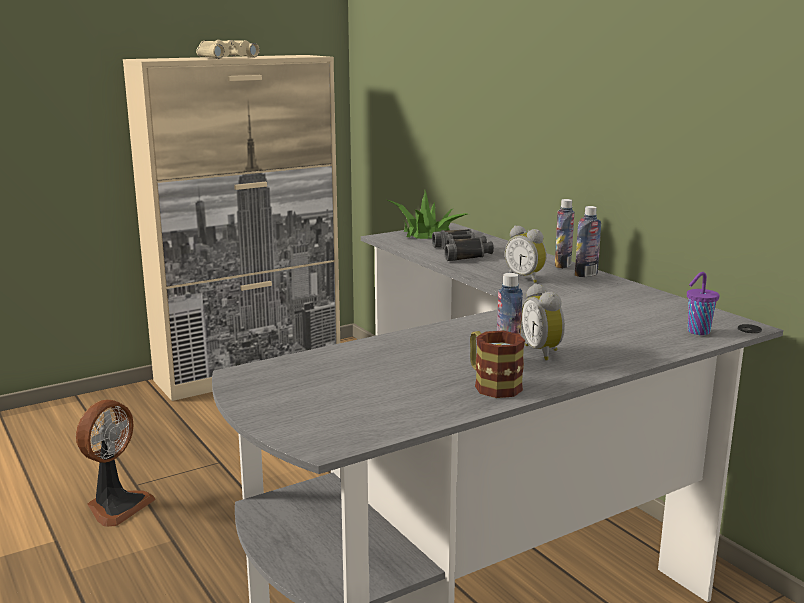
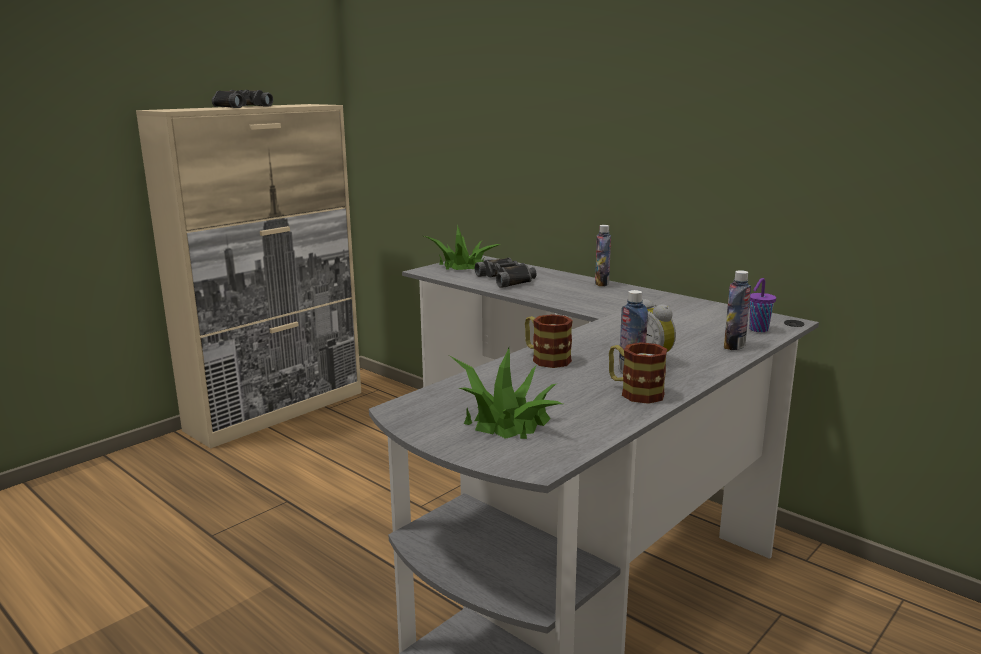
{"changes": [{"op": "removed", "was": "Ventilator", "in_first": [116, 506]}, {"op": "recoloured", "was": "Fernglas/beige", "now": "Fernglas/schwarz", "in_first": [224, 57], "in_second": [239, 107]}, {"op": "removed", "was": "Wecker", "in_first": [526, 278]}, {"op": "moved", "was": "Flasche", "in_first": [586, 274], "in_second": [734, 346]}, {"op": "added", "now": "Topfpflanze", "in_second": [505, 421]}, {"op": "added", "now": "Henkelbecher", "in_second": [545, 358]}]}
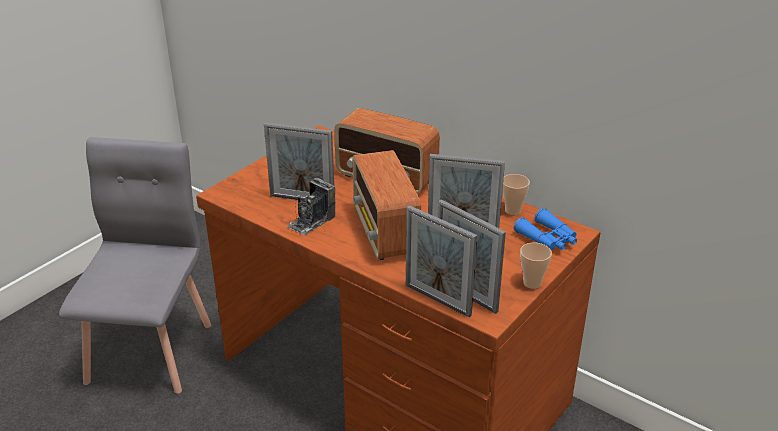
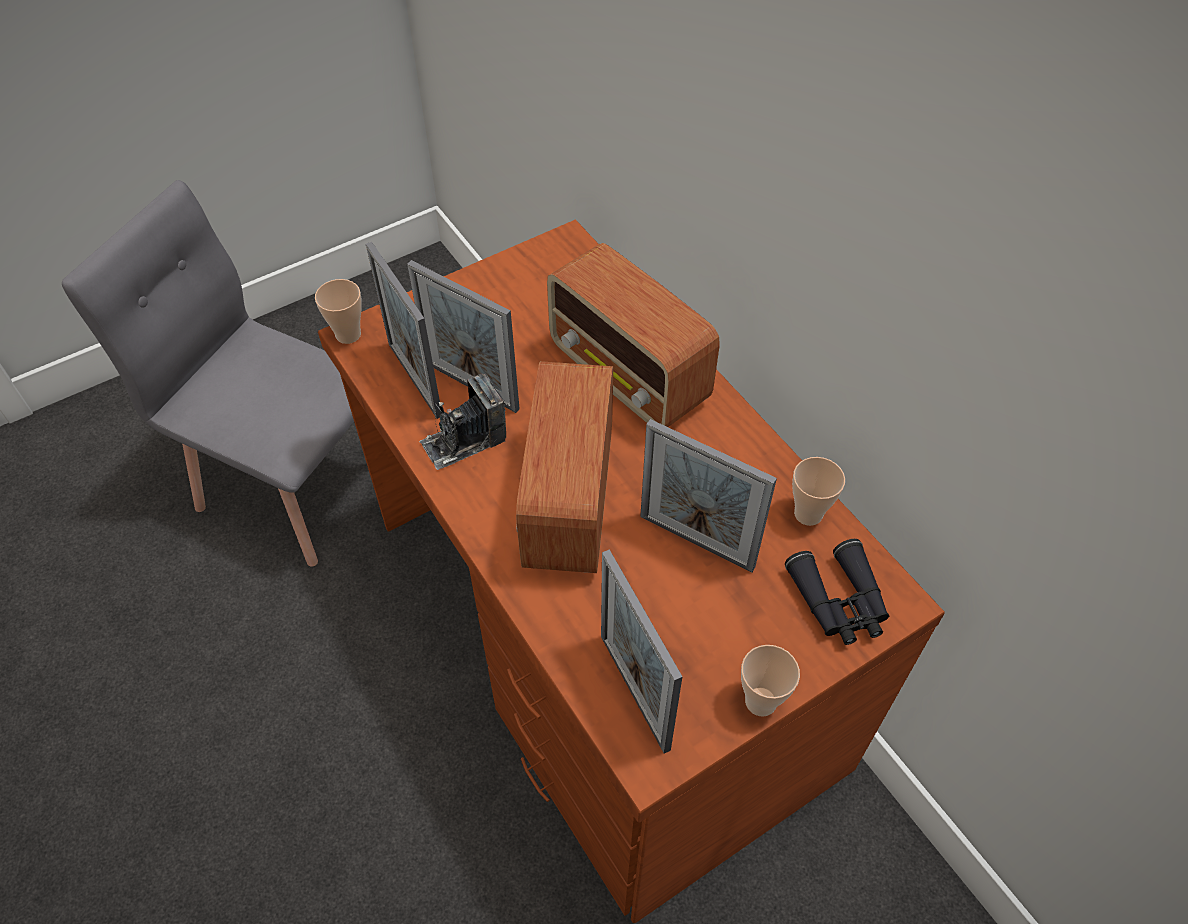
{"changes": [{"op": "turned", "was": "Stuhl/grau", "in_first": [151, 352], "in_second": [295, 483], "clockwise": -90}, {"op": "moved", "was": "Bilderrahmen", "in_first": [437, 300], "in_second": [414, 379]}, {"op": "recoloured", "was": "Fernglas/blau", "now": "Fernglas/schwarz", "in_first": [548, 239], "in_second": [839, 602]}, {"op": "added", "now": "Tasse", "in_second": [348, 334]}]}
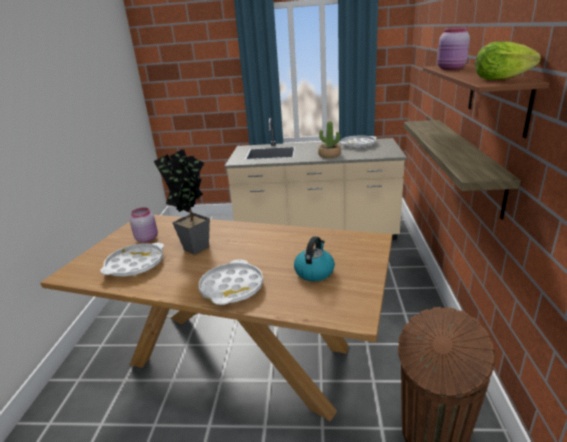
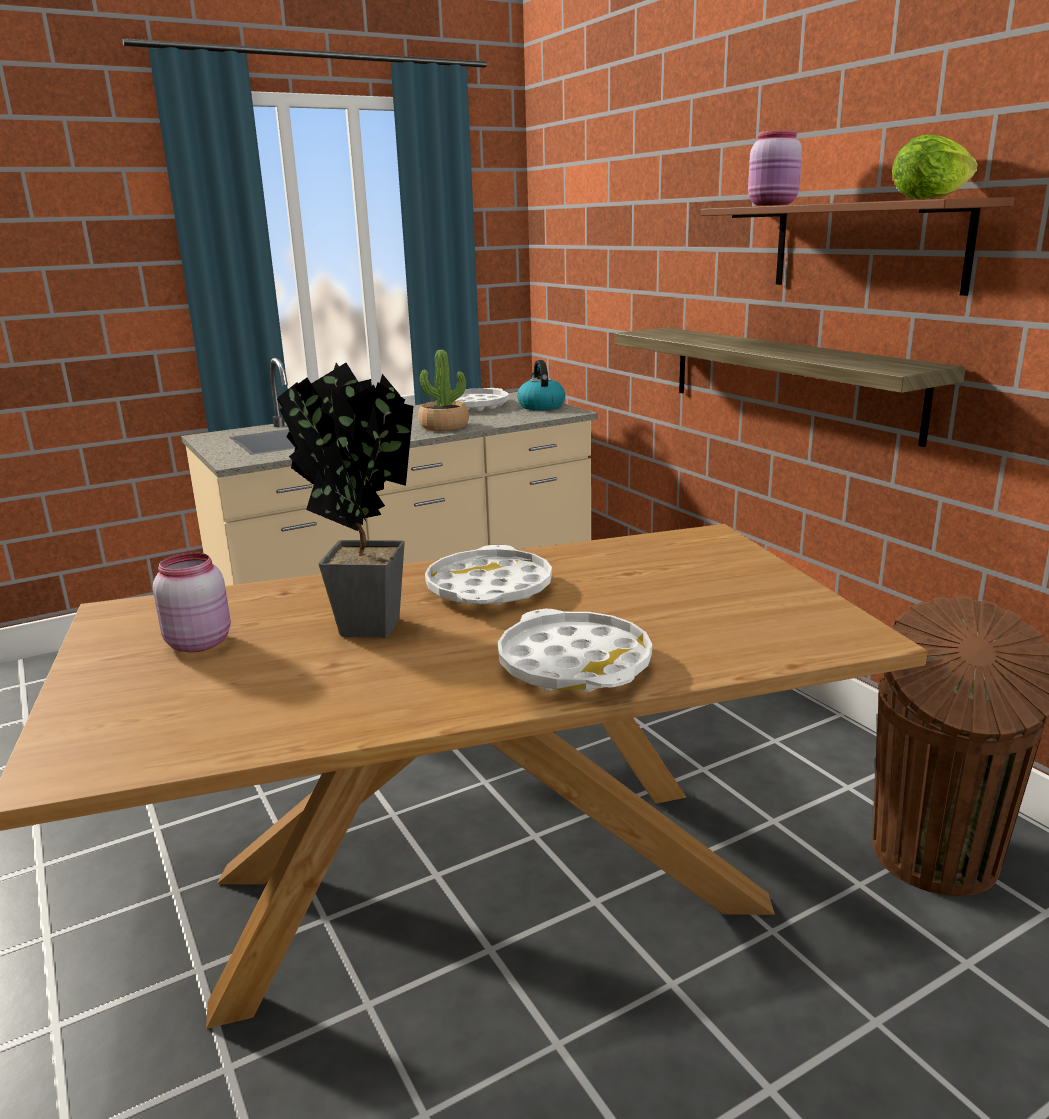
{"changes": [{"op": "moved", "was": "Tablett/weiß", "in_first": [135, 264], "in_second": [489, 588]}, {"op": "moved", "was": "Wasserkessel", "in_first": [314, 272], "in_second": [540, 406]}]}
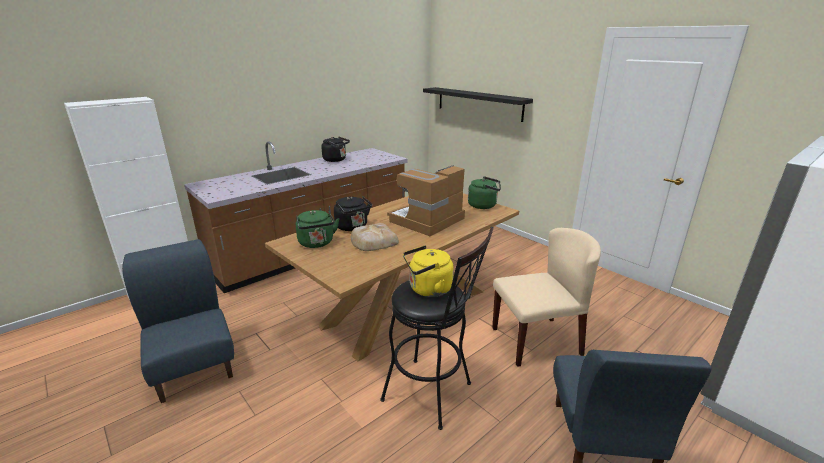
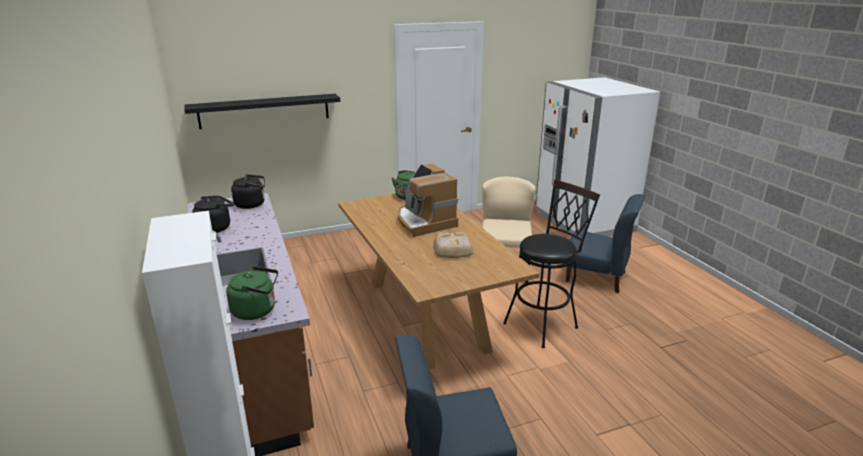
{"changes": [{"op": "moved", "was": "Wasserkessel/grün", "in_first": [317, 243], "in_second": [257, 310]}, {"op": "moved", "was": "Wasserkessel/schwarz", "in_first": [353, 227], "in_second": [252, 204]}, {"op": "removed", "was": "Wasserkessel/gelb", "in_first": [428, 289]}]}
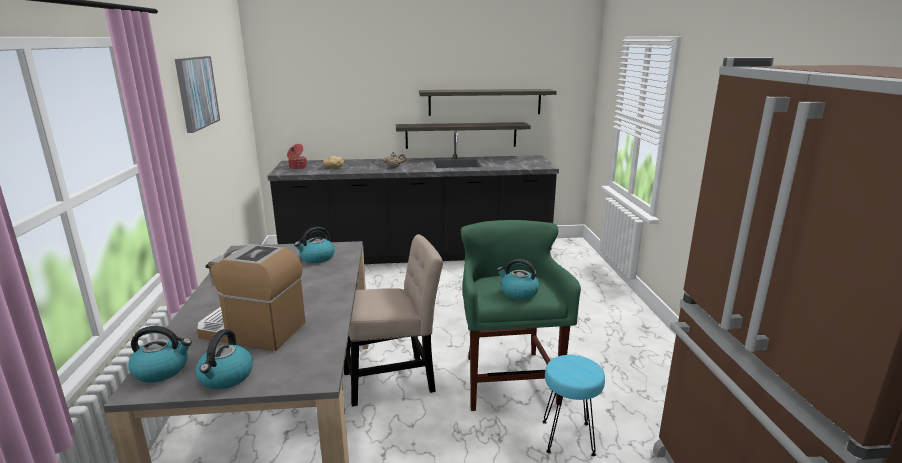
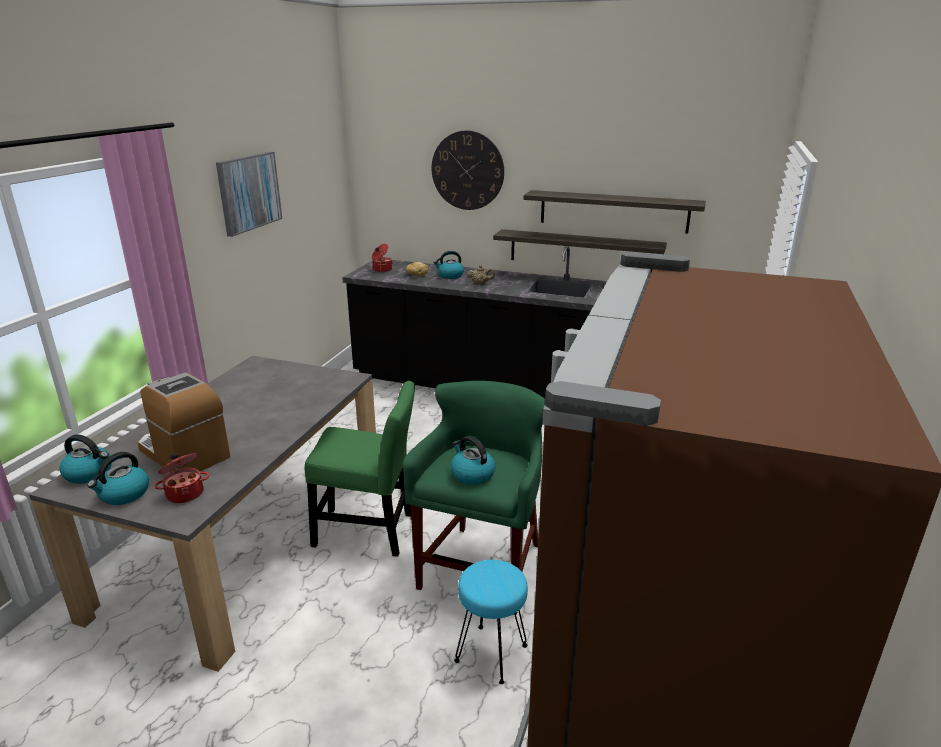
{"changes": [{"op": "moved", "was": "Wasserkessel", "in_first": [317, 258], "in_second": [450, 276]}, {"op": "recoloured", "was": "Stuhl/beige", "now": "Stuhl/grün", "in_first": [394, 380], "in_second": [369, 531]}, {"op": "added", "now": "Kochtopf", "in_second": [185, 493]}, {"op": "added", "now": "Wanduhr", "in_second": [467, 170]}]}
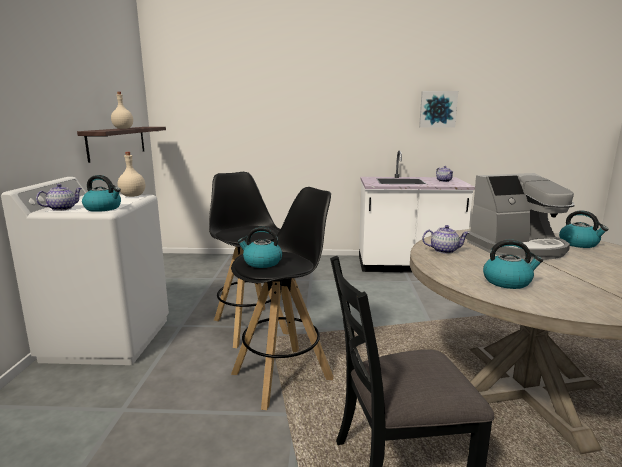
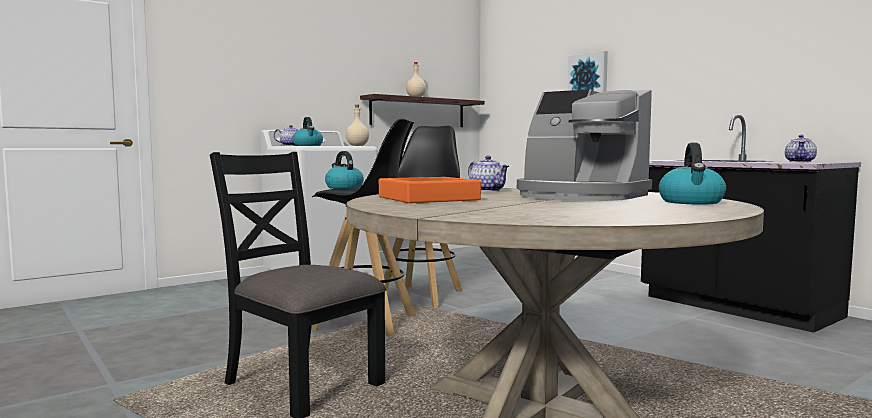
{"changes": [{"op": "recoloured", "was": "Küchenzeile/weiß", "now": "Küchenzeile/schwarz", "in_first": [408, 266], "in_second": [736, 307]}, {"op": "moved", "was": "Bild", "in_first": [437, 109], "in_second": [588, 76]}, {"op": "replaced", "was": "Wasserkessel", "now": "Tablett/orange", "in_first": [507, 282], "in_second": [428, 198]}]}
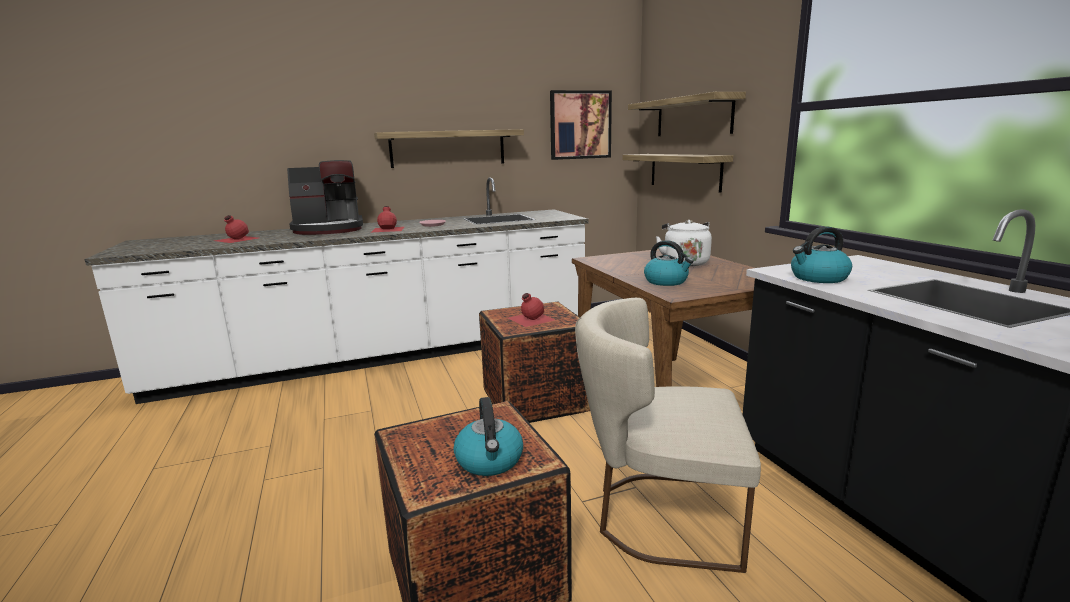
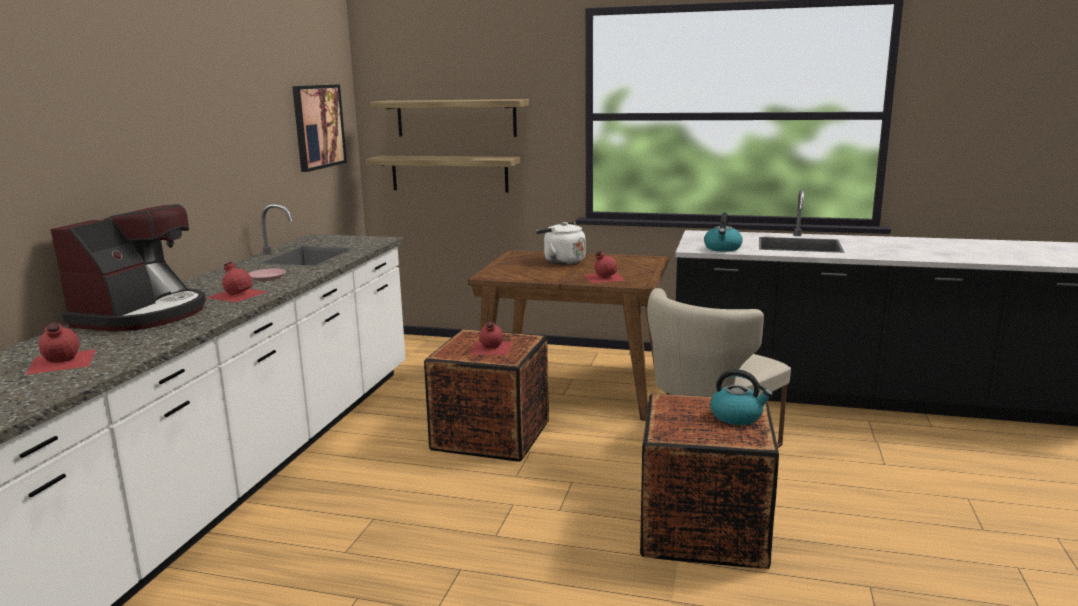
{"changes": [{"op": "removed", "was": "Wandregal", "in_first": [448, 148]}, {"op": "replaced", "was": "Wasserkessel", "now": "Flasche/rot", "in_first": [666, 281], "in_second": [603, 277]}]}
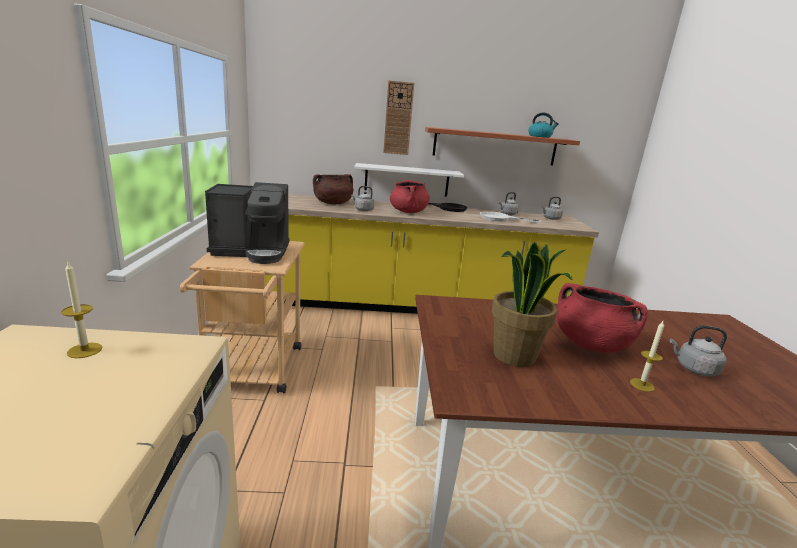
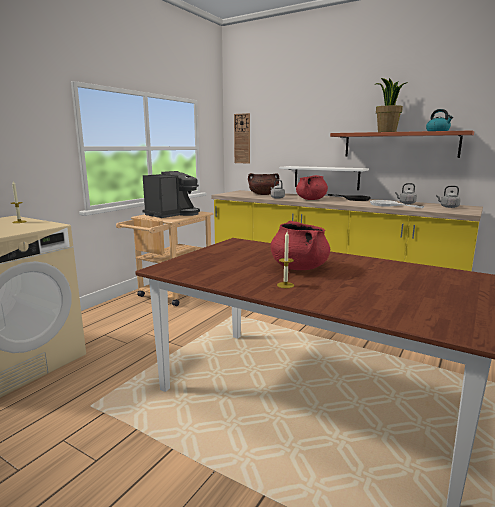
{"changes": [{"op": "turned", "was": "Kaffeemaschine", "in_first": [252, 252], "in_second": [173, 214], "clockwise": -75}, {"op": "moved", "was": "Wanduhr", "in_first": [398, 118], "in_second": [242, 138]}, {"op": "moved", "was": "Topfpflanze", "in_first": [515, 356], "in_second": [387, 132]}, {"op": "removed", "was": "Wasserkessel/grau", "in_first": [694, 369]}]}
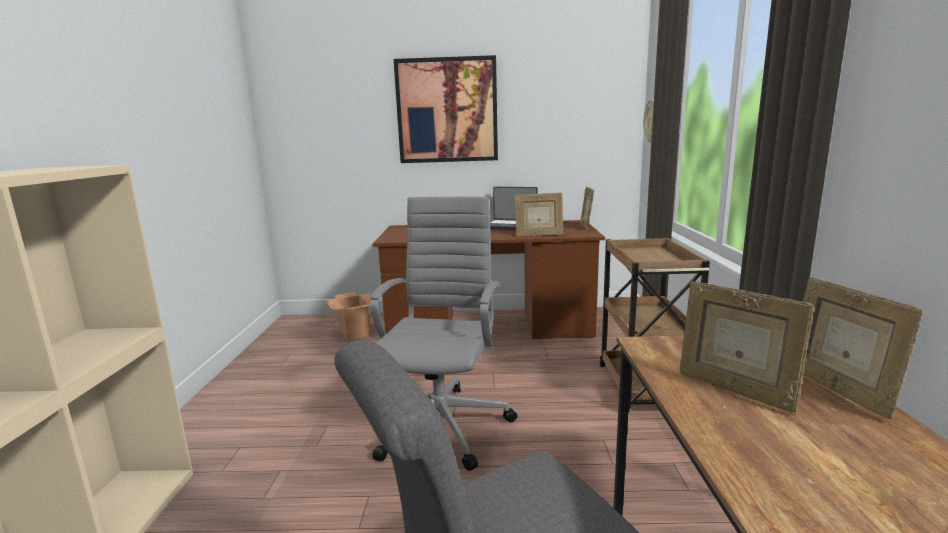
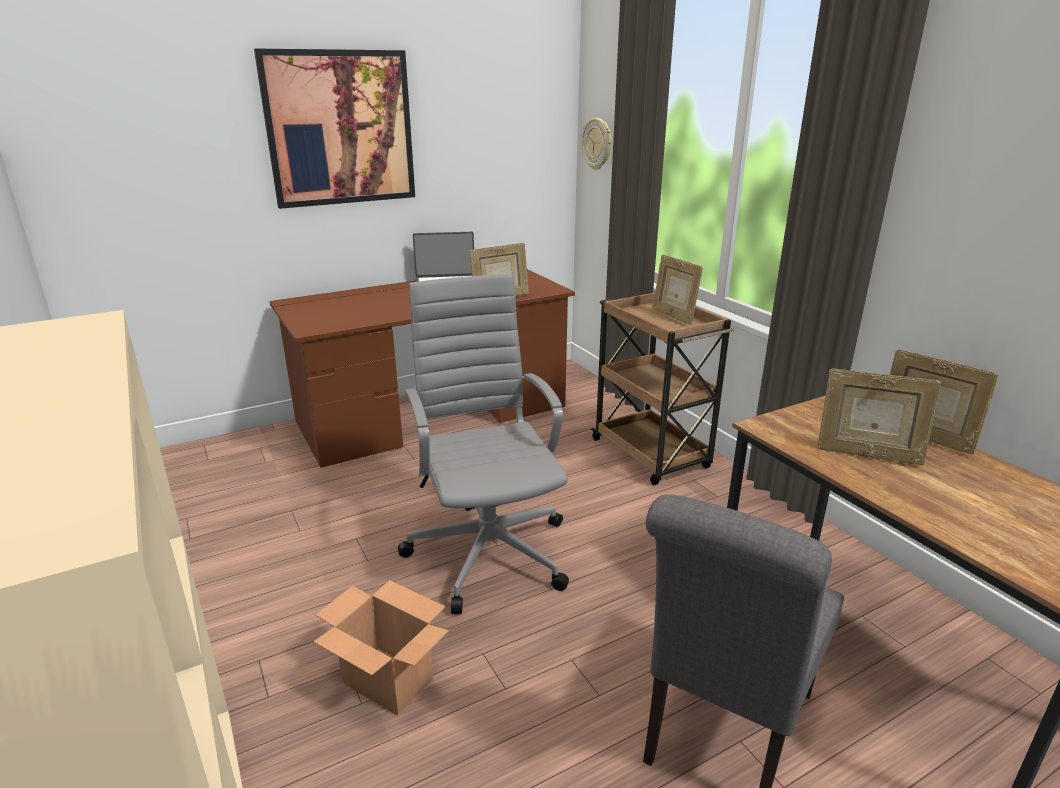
{"changes": [{"op": "moved", "was": "Karton", "in_first": [354, 332], "in_second": [387, 680]}, {"op": "moved", "was": "Bilderrahmen", "in_first": [586, 227], "in_second": [673, 316]}]}
